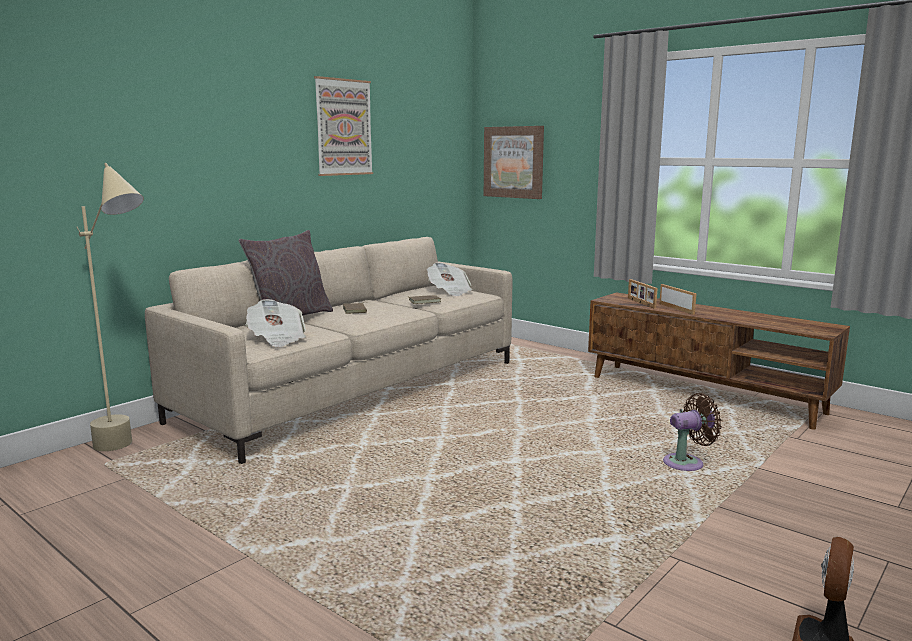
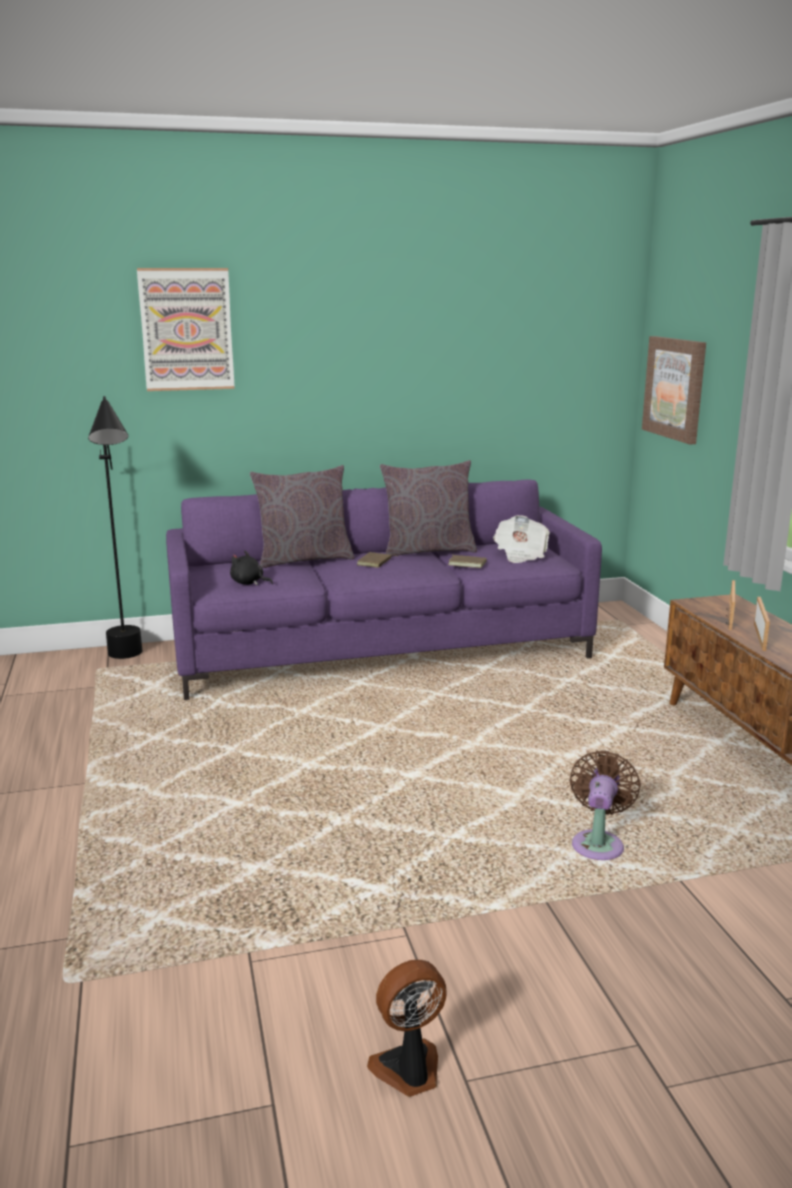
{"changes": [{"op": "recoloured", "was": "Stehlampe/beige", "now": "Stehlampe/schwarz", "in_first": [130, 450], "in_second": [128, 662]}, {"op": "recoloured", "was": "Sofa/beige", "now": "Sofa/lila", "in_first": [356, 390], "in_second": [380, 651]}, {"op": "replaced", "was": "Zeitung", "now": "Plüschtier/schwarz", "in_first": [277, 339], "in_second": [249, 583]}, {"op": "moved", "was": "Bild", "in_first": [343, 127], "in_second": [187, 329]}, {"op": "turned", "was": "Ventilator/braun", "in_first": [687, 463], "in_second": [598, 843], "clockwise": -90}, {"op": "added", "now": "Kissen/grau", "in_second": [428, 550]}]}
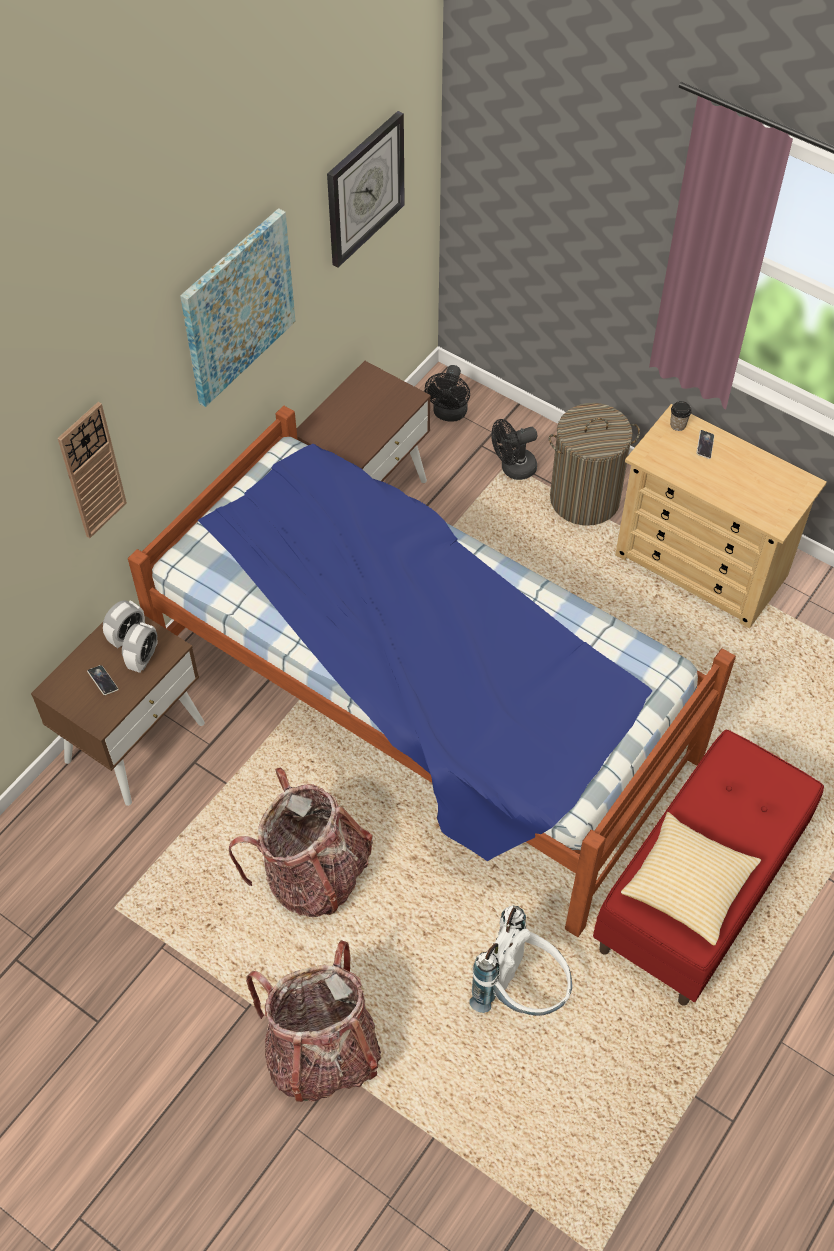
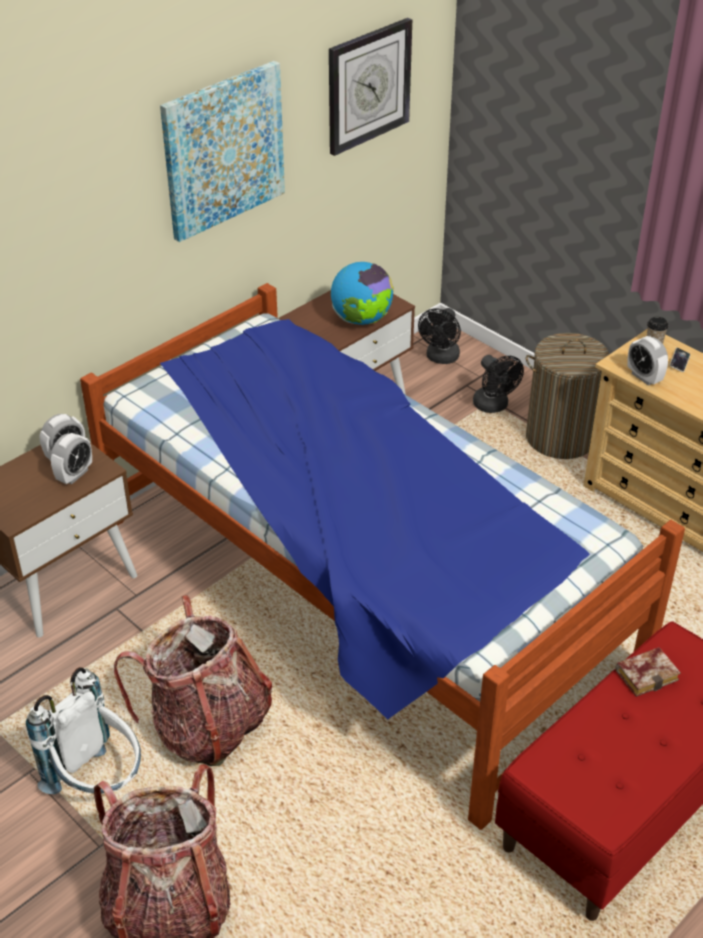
{"changes": [{"op": "removed", "was": "Wanduhr", "in_first": [92, 471]}, {"op": "removed", "was": "Handy", "in_first": [103, 681]}, {"op": "moved", "was": "Rucksack/weiß", "in_first": [521, 991], "in_second": [98, 782]}, {"op": "turned", "was": "Ventilator/schwarz", "in_first": [513, 469], "in_second": [494, 406], "clockwise": -105}, {"op": "removed", "was": "Kissen", "in_first": [687, 886]}, {"op": "added", "now": "Globus", "in_second": [361, 320]}, {"op": "added", "now": "Buch", "in_second": [647, 673]}, {"op": "added", "now": "Wecker", "in_second": [644, 377]}]}
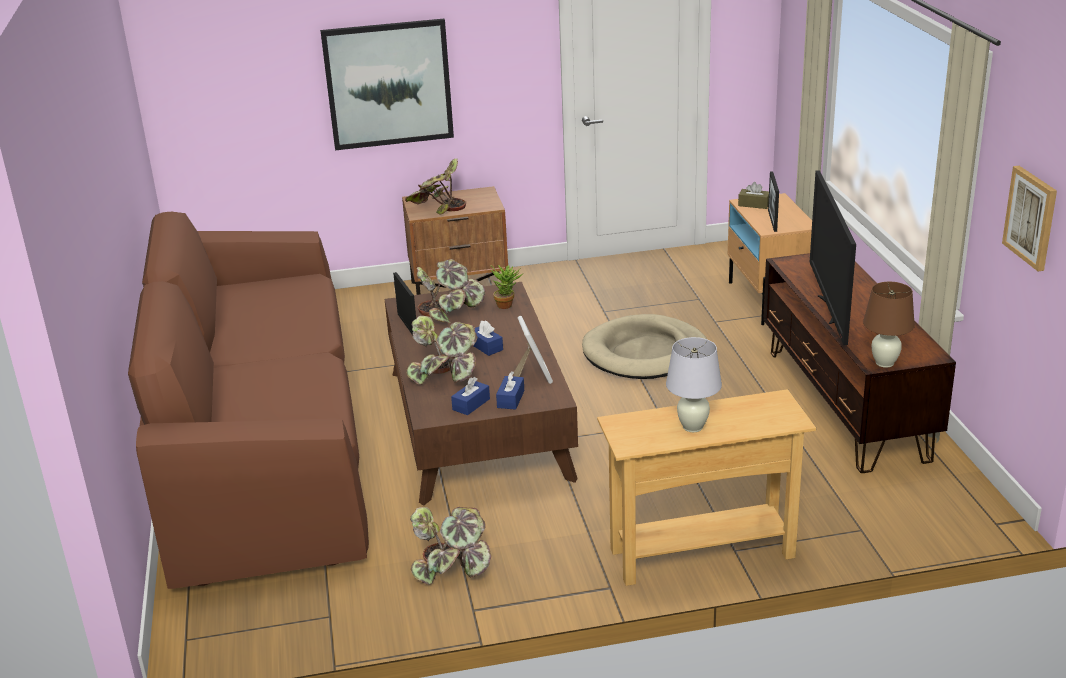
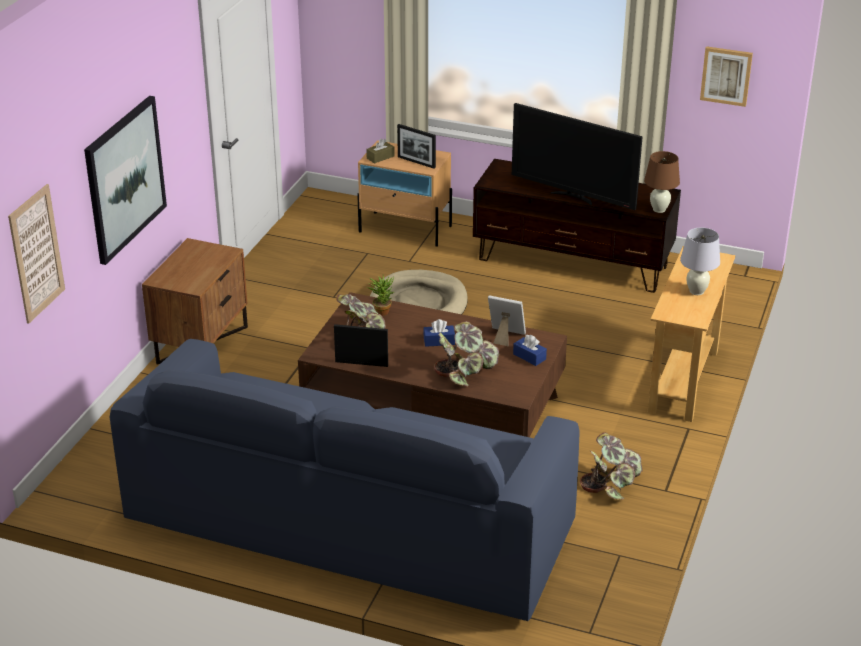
{"changes": [{"op": "recoloured", "was": "Sofa/braun", "now": "Sofa/blau", "in_first": [265, 445], "in_second": [350, 522]}, {"op": "removed", "was": "Topfpflanze", "in_first": [437, 208]}, {"op": "removed", "was": "Taschentuchbox/blau", "in_first": [471, 404]}, {"op": "added", "now": "Bild", "in_second": [36, 253]}]}
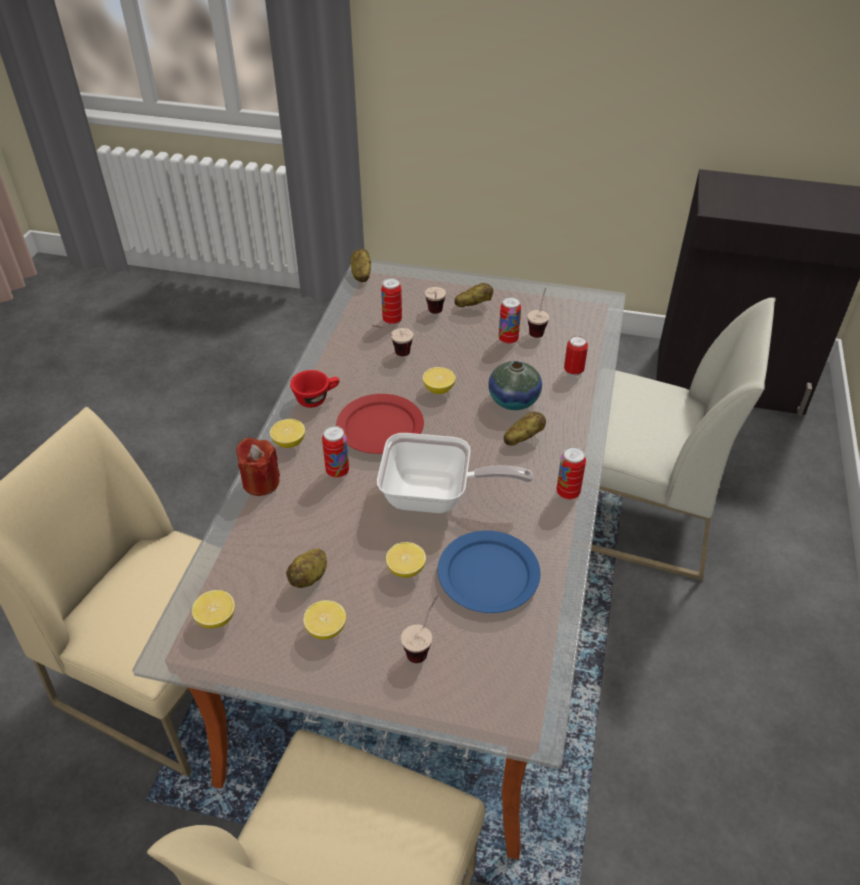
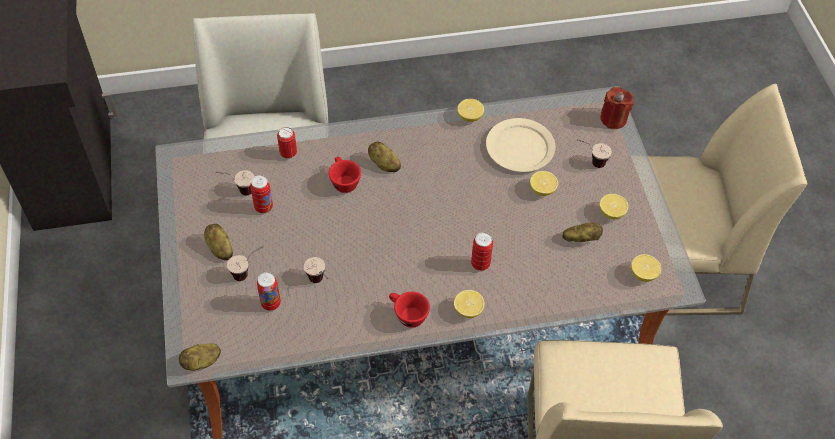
{"changes": [{"op": "moved", "was": "Kerze/rot", "in_first": [261, 482], "in_second": [613, 119]}, {"op": "removed", "was": "Teller/rot", "in_first": [380, 427]}, {"op": "removed", "was": "Pfanne", "in_first": [436, 497]}, {"op": "moved", "was": "Zitrone", "in_first": [438, 389], "in_second": [470, 117]}, {"op": "recoloured", "was": "Teller/blau", "now": "Teller/beige", "in_first": [489, 574], "in_second": [520, 147]}, {"op": "replaced", "was": "Vase", "now": "Tasse/rot", "in_first": [513, 400], "in_second": [343, 181]}, {"op": "removed", "was": "Dose", "in_first": [568, 492]}]}
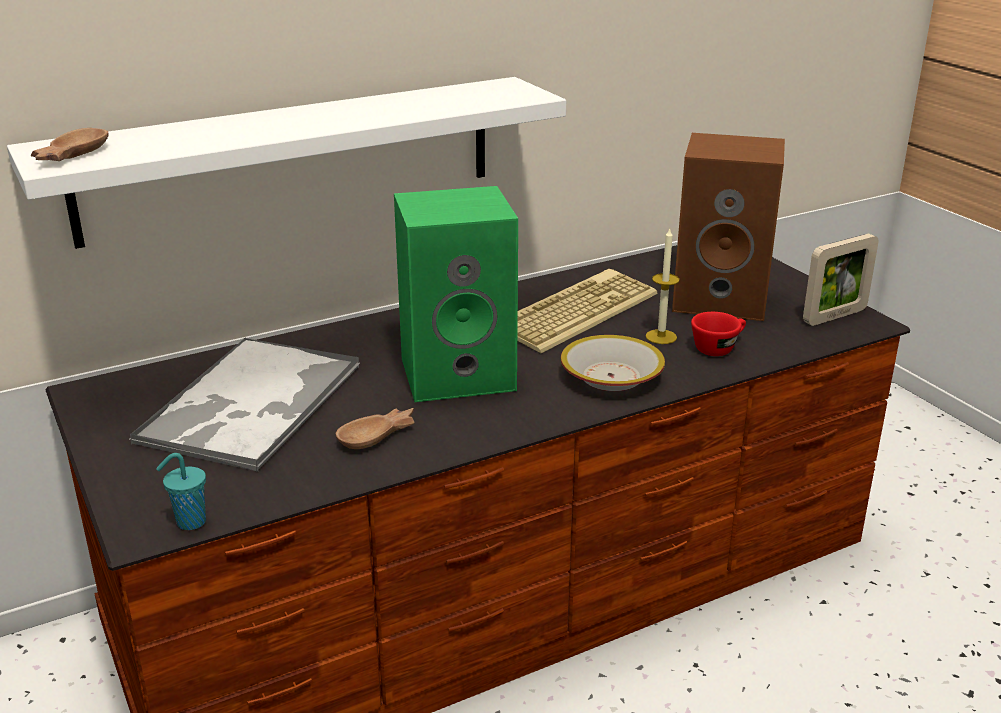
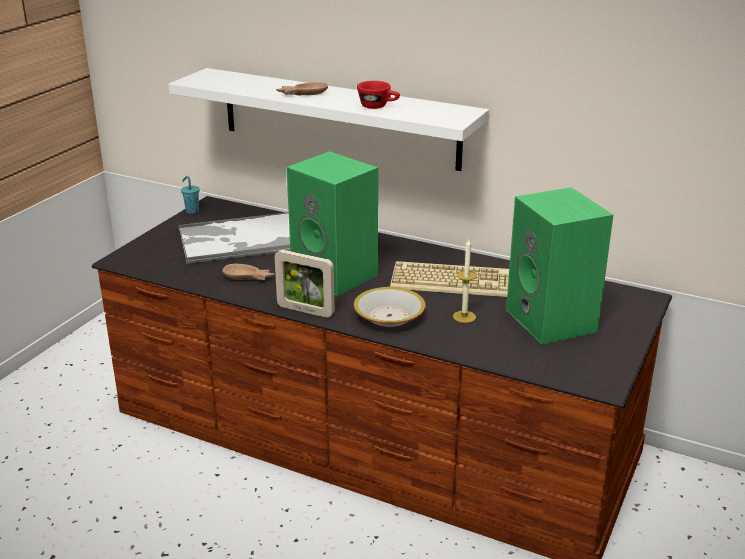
{"changes": [{"op": "moved", "was": "Schüssel/braun", "in_first": [69, 155], "in_second": [302, 94]}, {"op": "moved", "was": "Tasse/türkis", "in_first": [189, 522], "in_second": [191, 211]}, {"op": "recoloured", "was": "Lautsprecher/braun", "now": "Lautsprecher/grün", "in_first": [723, 299], "in_second": [553, 321]}, {"op": "moved", "was": "Tasse/rot", "in_first": [718, 348], "in_second": [378, 106]}, {"op": "moved", "was": "Bilderrahmen", "in_first": [834, 316], "in_second": [305, 310]}]}
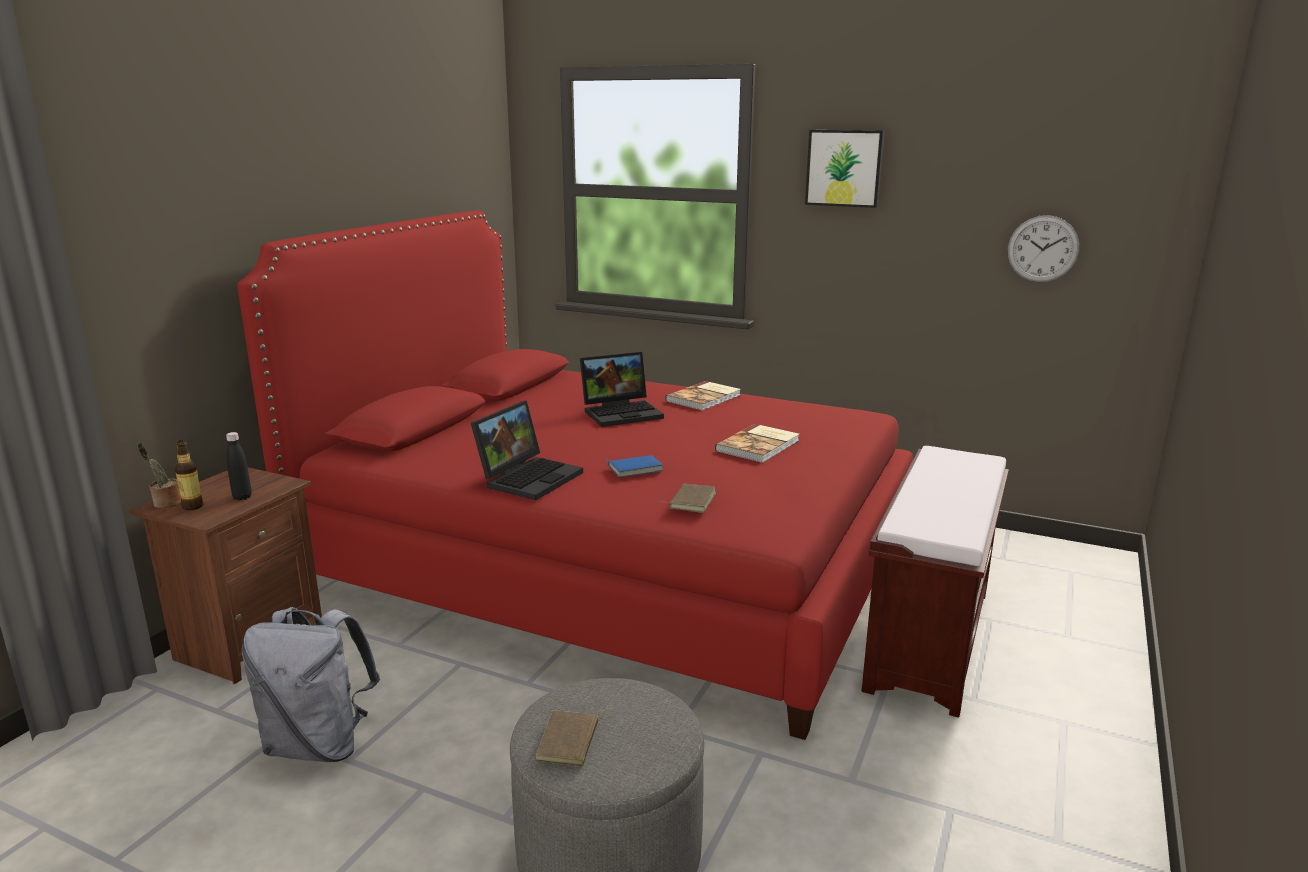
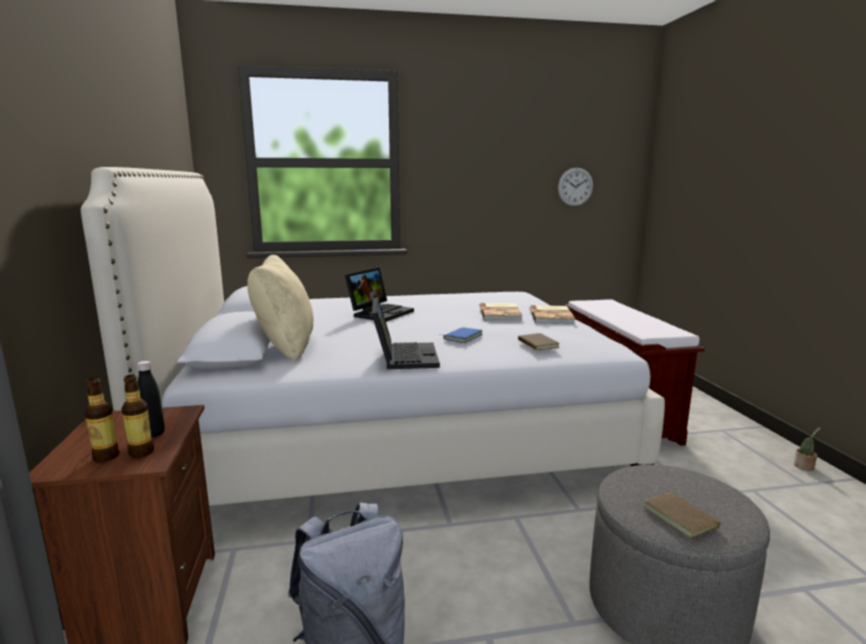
{"changes": [{"op": "moved", "was": "Topfpflanze", "in_first": [165, 503], "in_second": [804, 467]}, {"op": "recoloured", "was": "Bett/rot", "now": "Bett/weiß", "in_first": [610, 566], "in_second": [394, 431]}, {"op": "moved", "was": "Buch", "in_first": [705, 398], "in_second": [552, 316]}, {"op": "removed", "was": "Bild", "in_first": [844, 168]}, {"op": "added", "now": "Flasche", "in_second": [141, 452]}, {"op": "added", "now": "Kissen/beige", "in_second": [285, 347]}]}
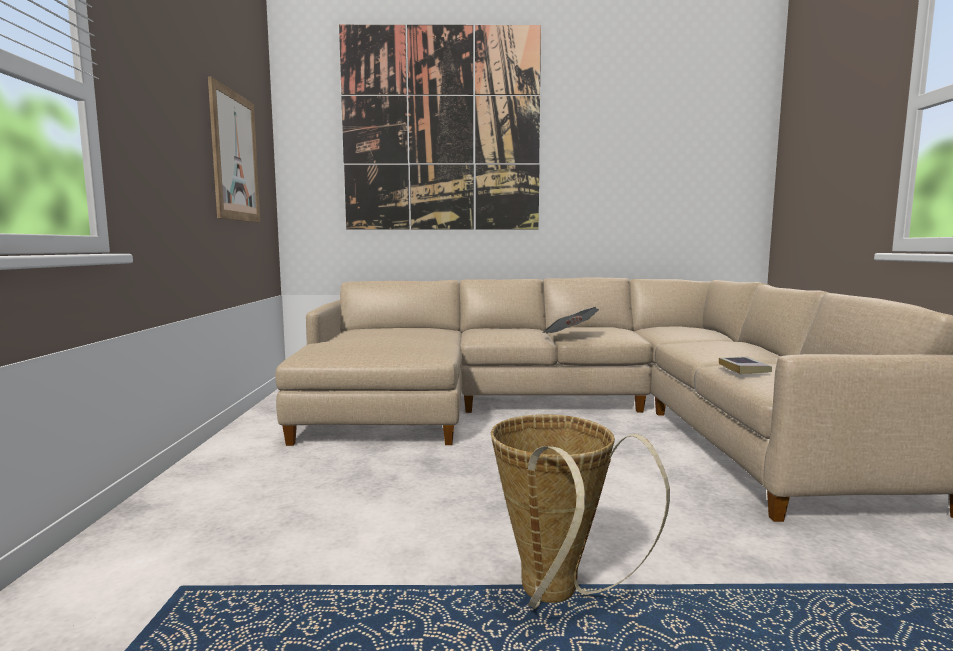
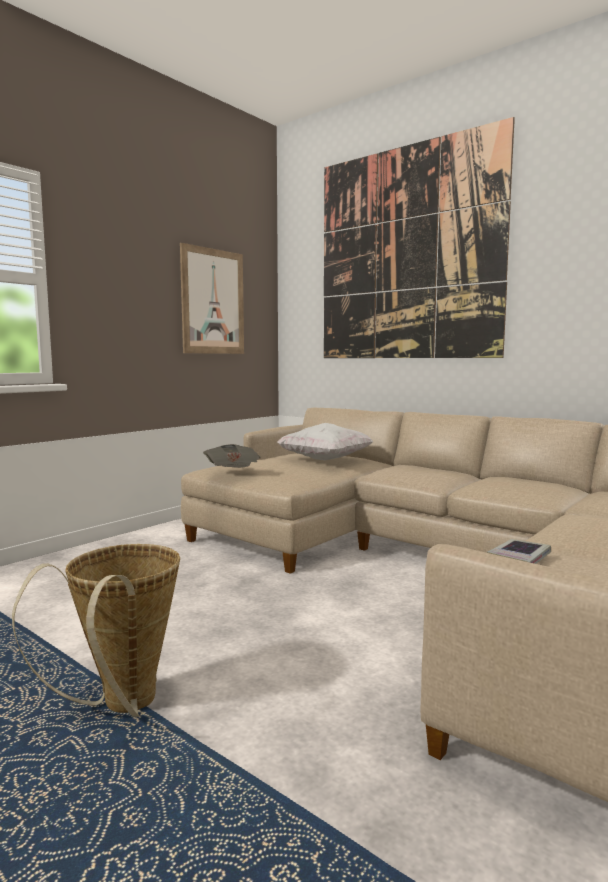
{"changes": [{"op": "moved", "was": "Zeitung", "in_first": [569, 336], "in_second": [233, 472]}, {"op": "added", "now": "Kissen/weiß", "in_second": [325, 460]}]}
